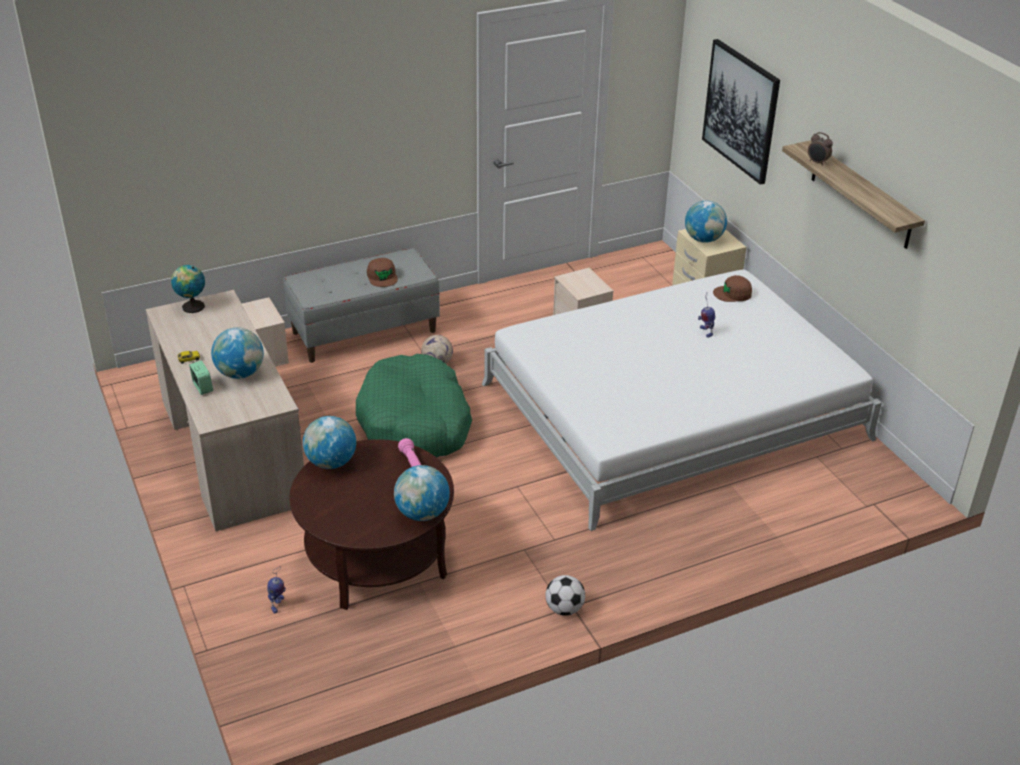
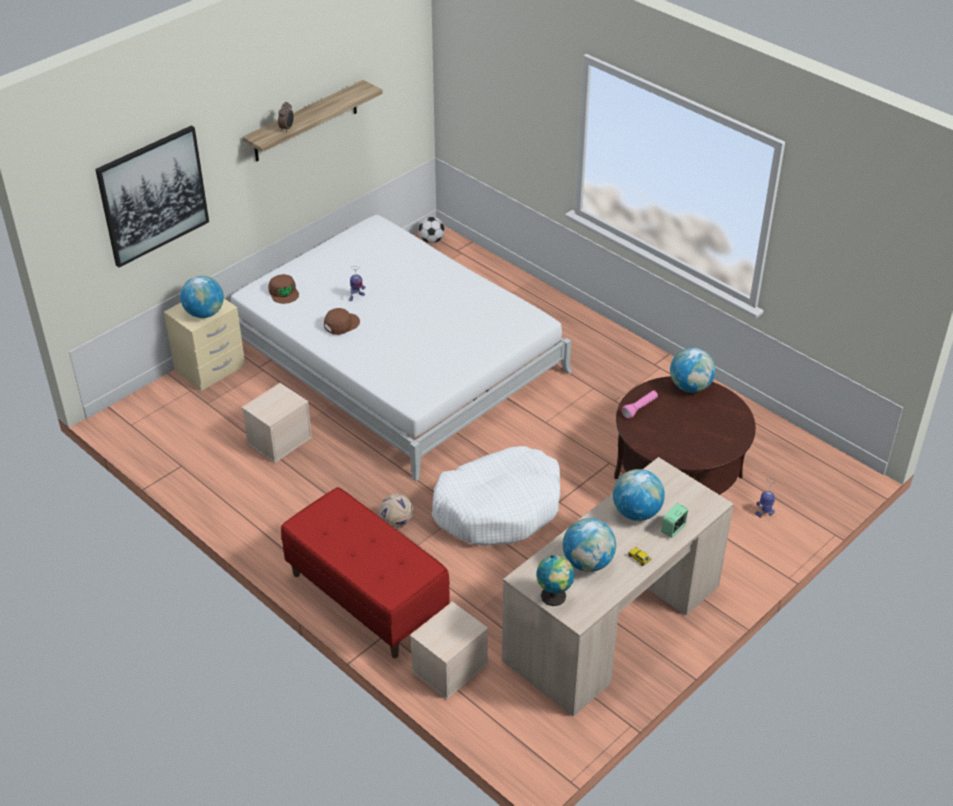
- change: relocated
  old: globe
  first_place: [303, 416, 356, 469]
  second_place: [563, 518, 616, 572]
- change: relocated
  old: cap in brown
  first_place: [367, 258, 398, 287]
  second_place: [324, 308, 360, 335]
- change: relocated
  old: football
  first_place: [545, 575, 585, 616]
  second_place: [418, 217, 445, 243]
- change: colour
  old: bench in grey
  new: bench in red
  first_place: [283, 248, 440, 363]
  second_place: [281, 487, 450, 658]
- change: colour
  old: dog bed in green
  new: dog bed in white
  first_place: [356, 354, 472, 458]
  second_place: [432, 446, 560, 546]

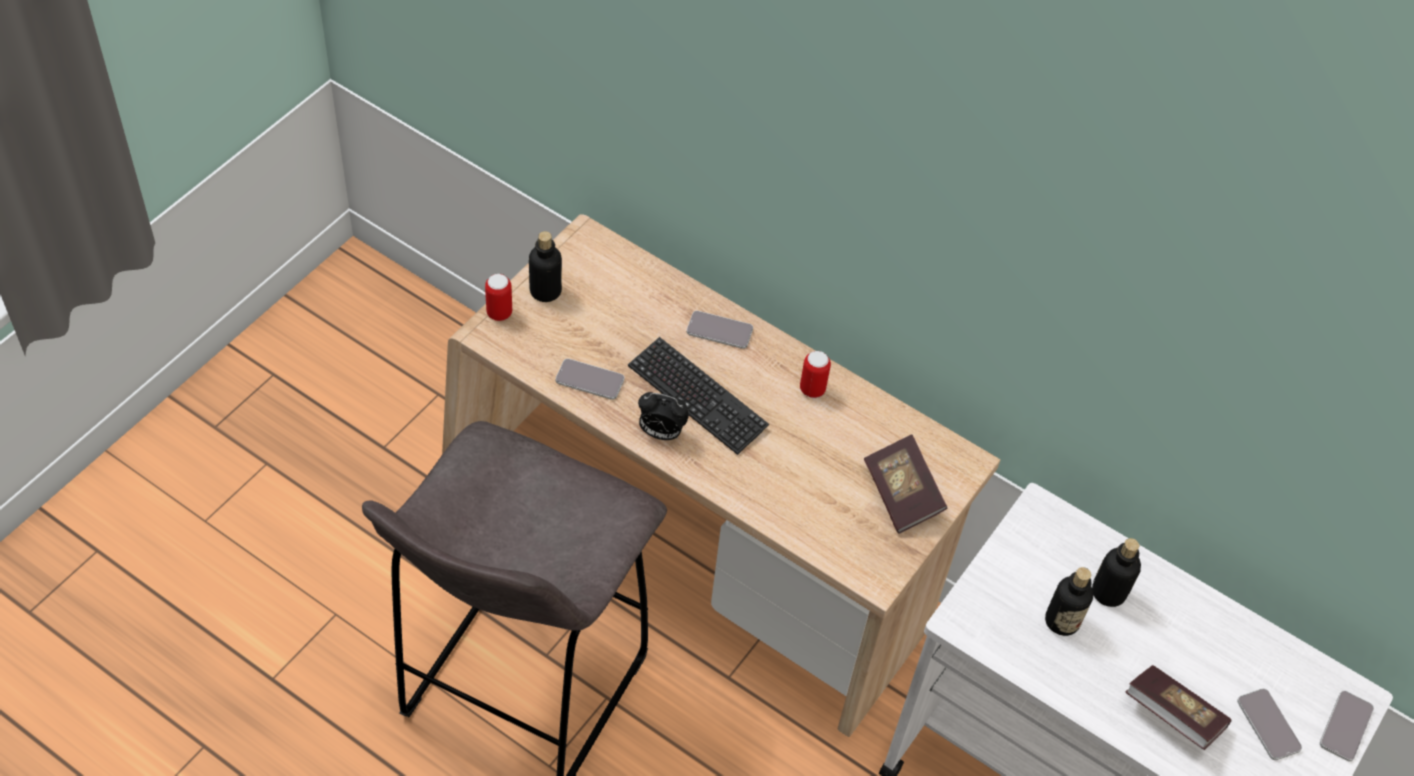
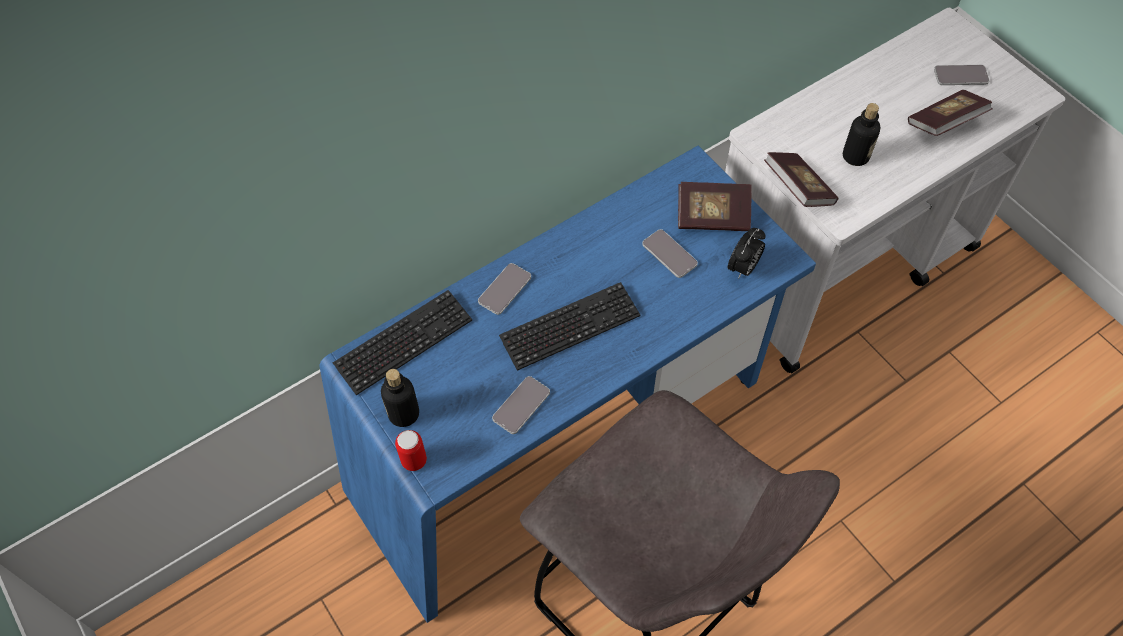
- change: missing
  old: can
  first_place: [800, 351, 831, 398]
- change: missing
  old: bottle
  first_place: [1092, 538, 1141, 607]
- change: appeared
  new: keyboard
  second_place: [333, 290, 472, 395]
- change: appeared
  new: book
  second_place: [764, 152, 838, 207]
- change: relocated
  old: alarm clock
  first_place: [638, 392, 689, 440]
  second_place: [727, 228, 765, 279]
- change: relocated
  old: phone
  first_place: [1320, 691, 1374, 761]
  second_place: [642, 229, 698, 278]
- change: colour
  old: desk in beige
  new: desk in blue
  first_place: [442, 214, 1000, 737]
  second_place: [320, 146, 816, 623]

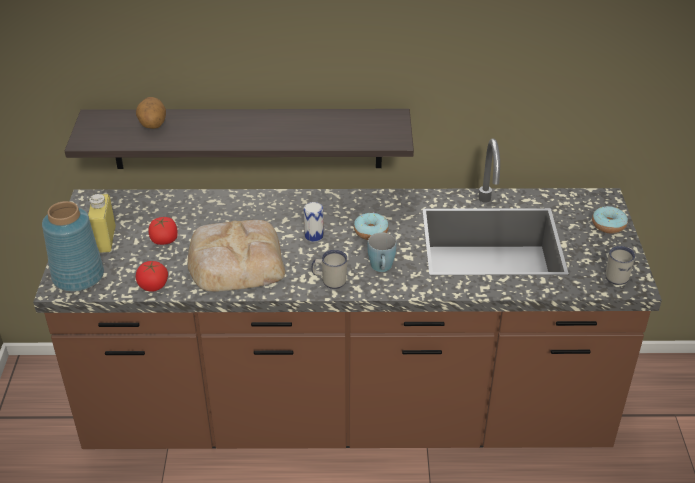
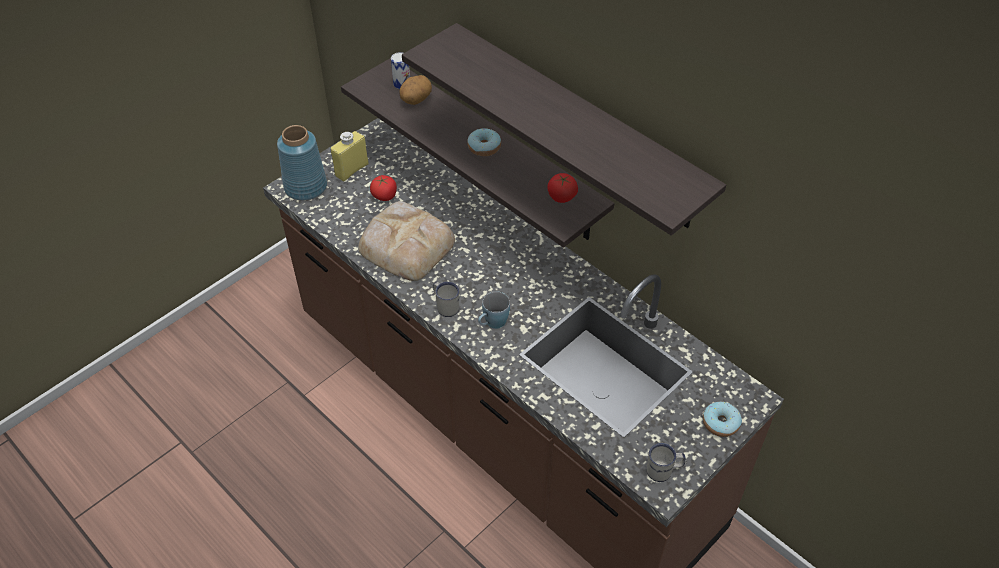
- change: appeared
  new: shelf
  second_place: [402, 23, 726, 236]
- change: relocated
  old: tomato
  first_place: [136, 261, 168, 292]
  second_place: [547, 173, 578, 203]
- change: relocated
  old: can
  first_place: [304, 202, 324, 242]
  second_place: [391, 52, 410, 89]
- change: relocated
  old: donut
  first_place: [354, 213, 389, 240]
  second_place: [467, 128, 501, 156]

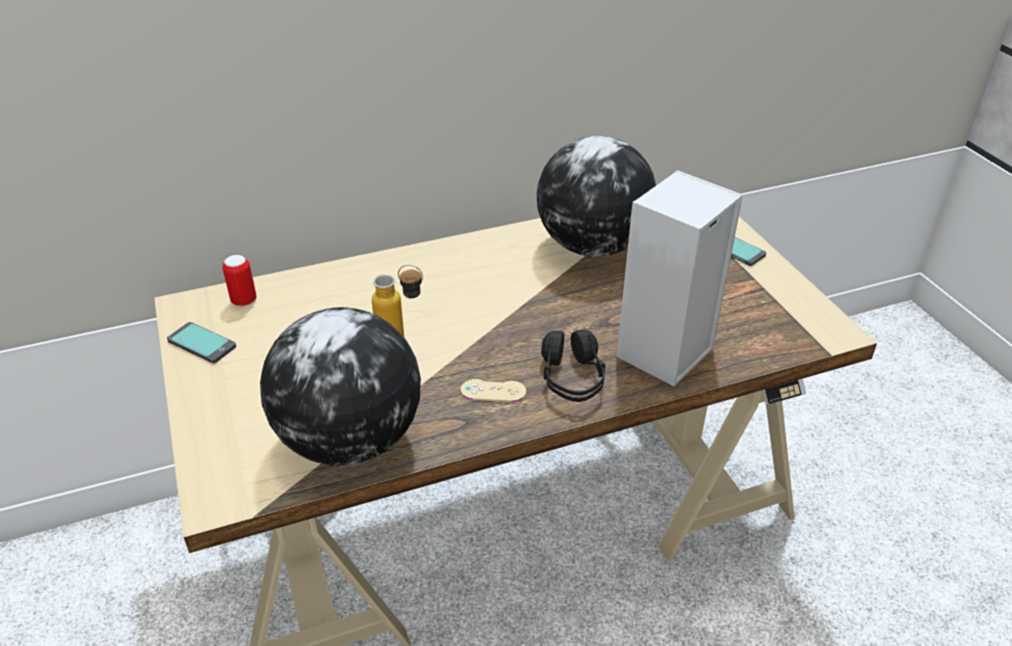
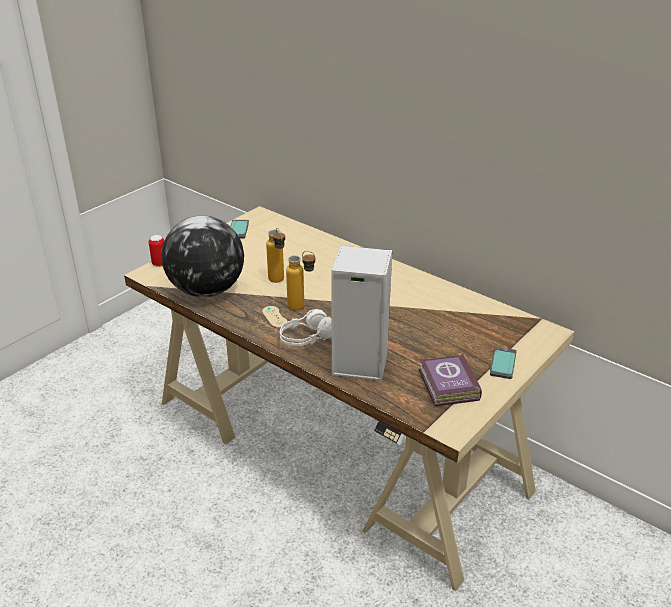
- change: missing
  old: globe
  first_place: [537, 136, 656, 257]
- change: appeared
  new: bottle
  second_place: [286, 251, 316, 311]
- change: appeared
  new: book
  second_place: [419, 354, 482, 406]
- change: relocated
  old: can
  first_place: [223, 255, 257, 306]
  second_place: [149, 235, 164, 267]
- change: colour
  old: headphones in black
  new: headphones in white
  first_place: [541, 329, 605, 402]
  second_place: [280, 309, 332, 346]

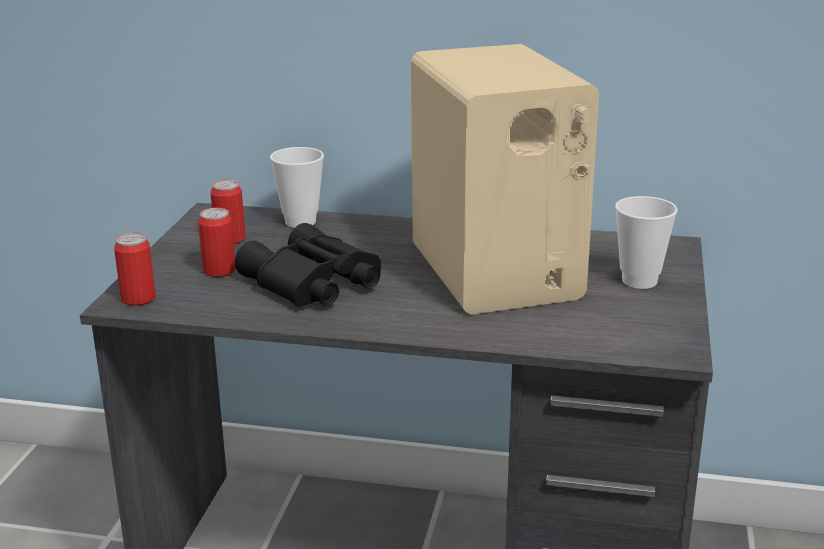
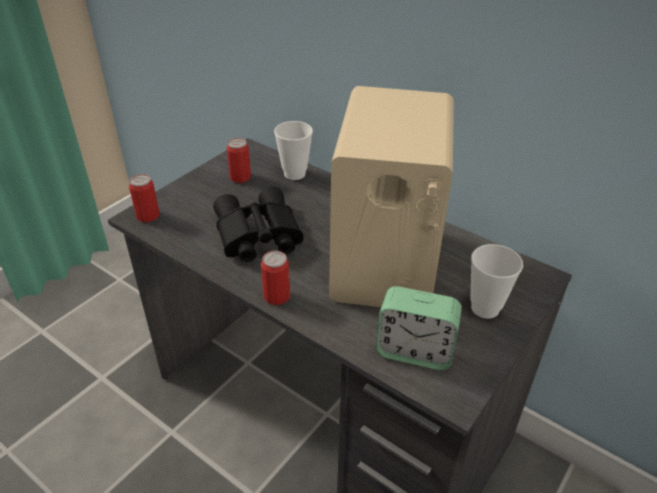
- change: appeared
  new: alarm clock
  second_place: [376, 286, 462, 370]
- change: relocated
  old: can
  first_place: [198, 208, 236, 277]
  second_place: [261, 251, 290, 305]

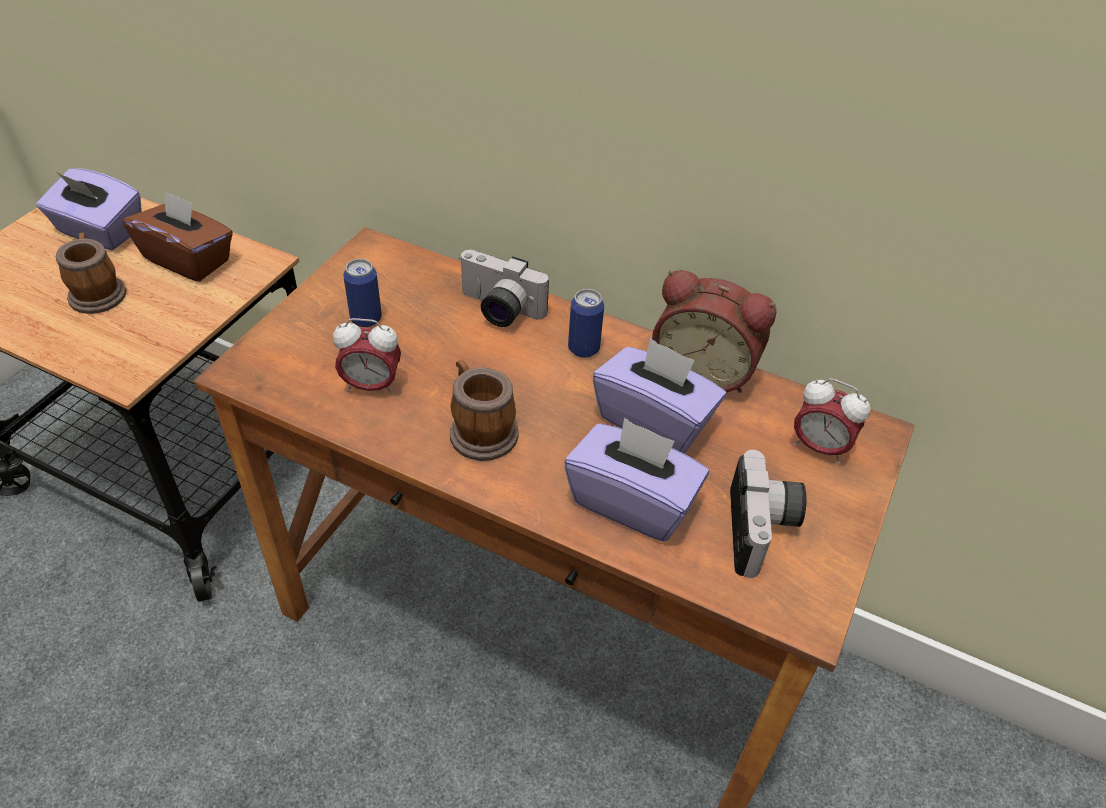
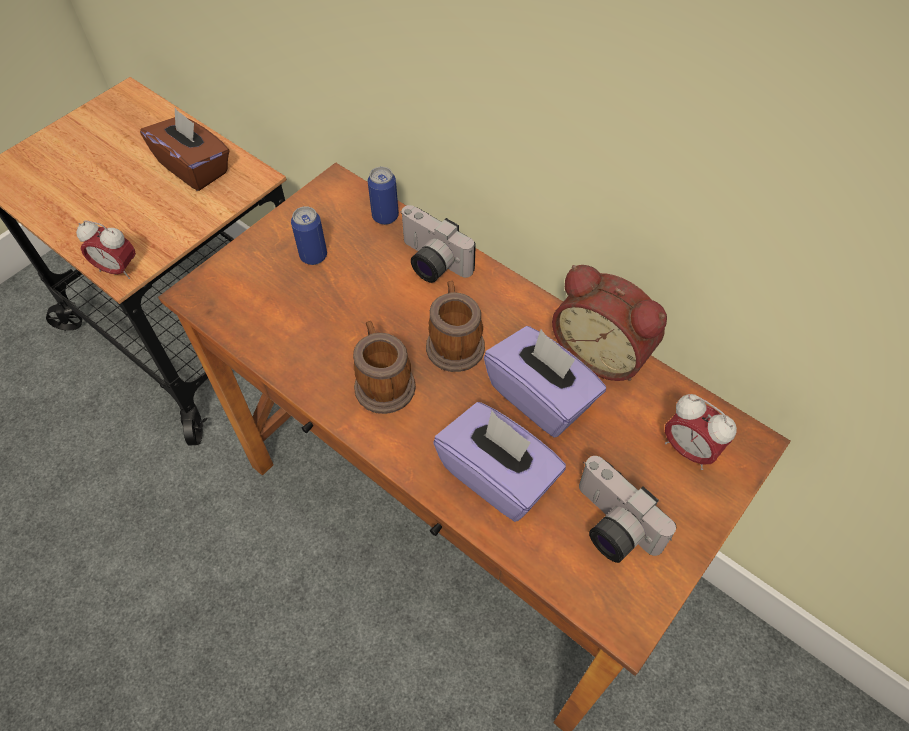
- change: missing
  old: tissue box in purple
  first_place: [37, 168, 142, 250]
- change: relocated
  old: mug
  first_place: [56, 233, 126, 314]
  second_place: [426, 281, 485, 372]
- change: relocated
  old: alarm clock
  first_place: [333, 318, 401, 395]
  second_place: [76, 220, 136, 279]
- change: relocated
  old: can
  first_place: [568, 289, 604, 358]
  second_place: [368, 167, 399, 225]
- change: spun
  old: photo camera
  first_place: [730, 450, 807, 578]
  second_place: [579, 456, 676, 563]
  degrees: 120

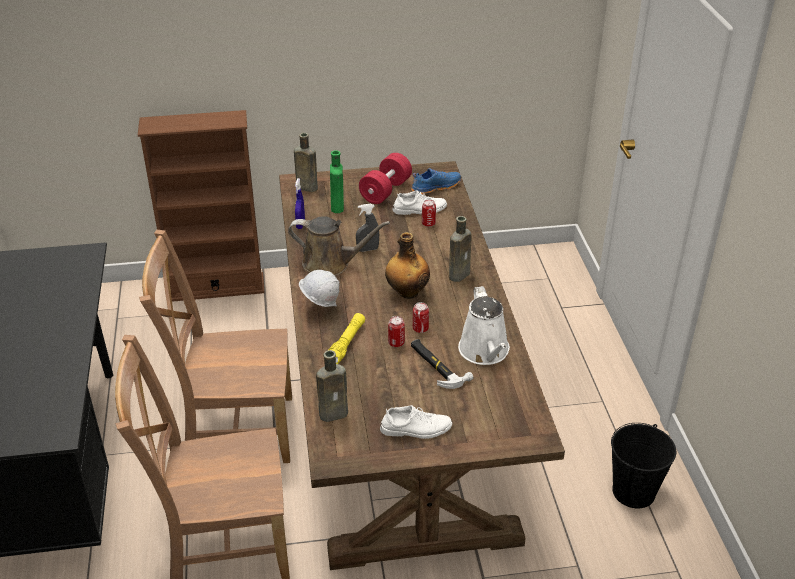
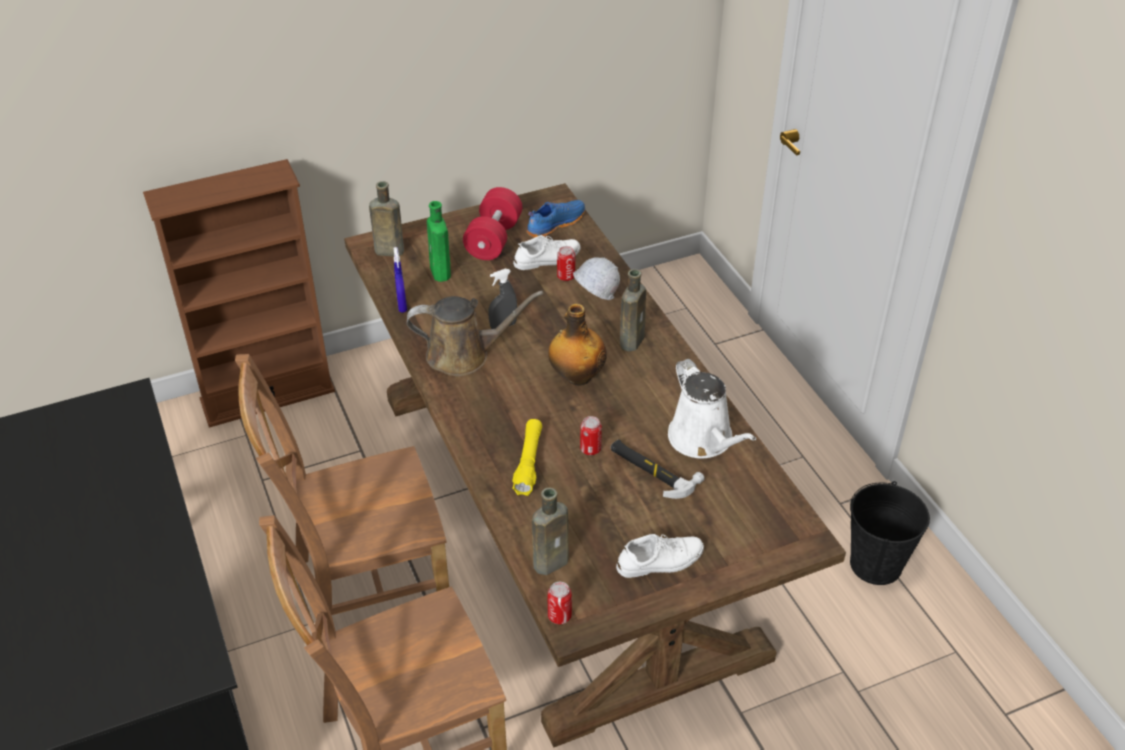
- change: relocated
  old: hard hat in white
  first_place: [299, 270, 340, 307]
  second_place: [573, 257, 620, 300]
- change: relocated
  old: can
  first_place: [413, 302, 429, 333]
  second_place: [548, 582, 572, 624]

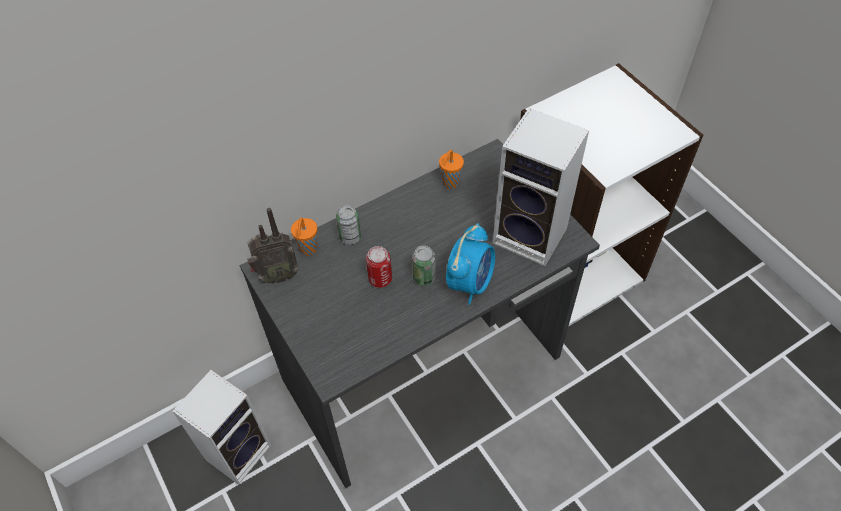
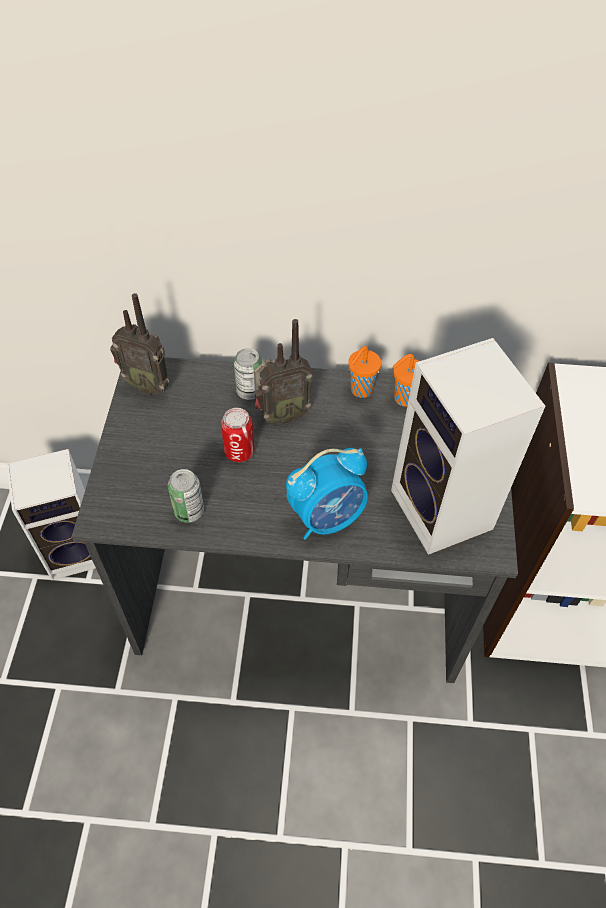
- change: appeared
  new: radio
  second_place: [254, 319, 312, 425]
- change: relocated
  old: cup in orange
  first_place: [291, 217, 317, 256]
  second_place: [348, 346, 381, 398]
- change: relocated
  old: can
  first_place: [412, 246, 436, 286]
  second_place: [168, 469, 204, 523]

